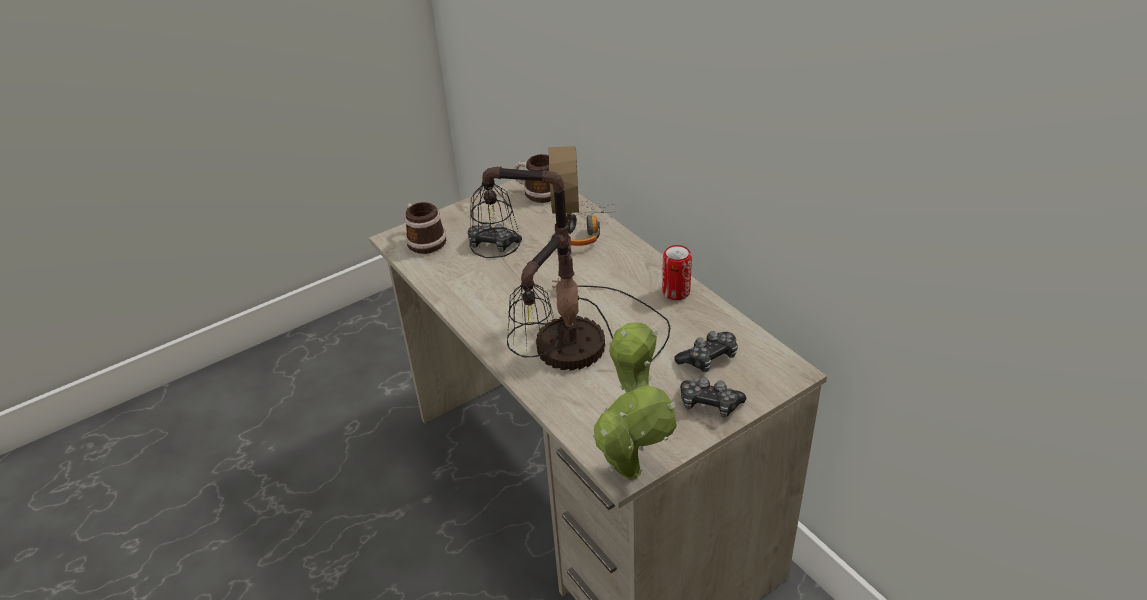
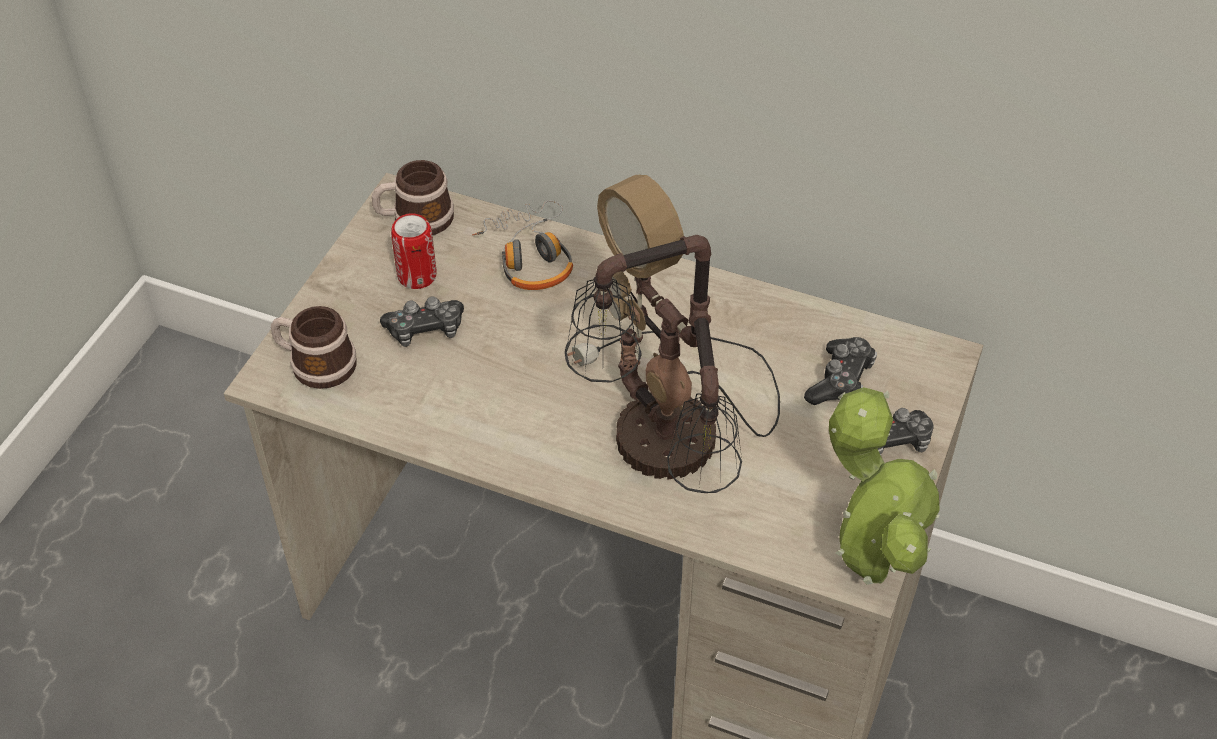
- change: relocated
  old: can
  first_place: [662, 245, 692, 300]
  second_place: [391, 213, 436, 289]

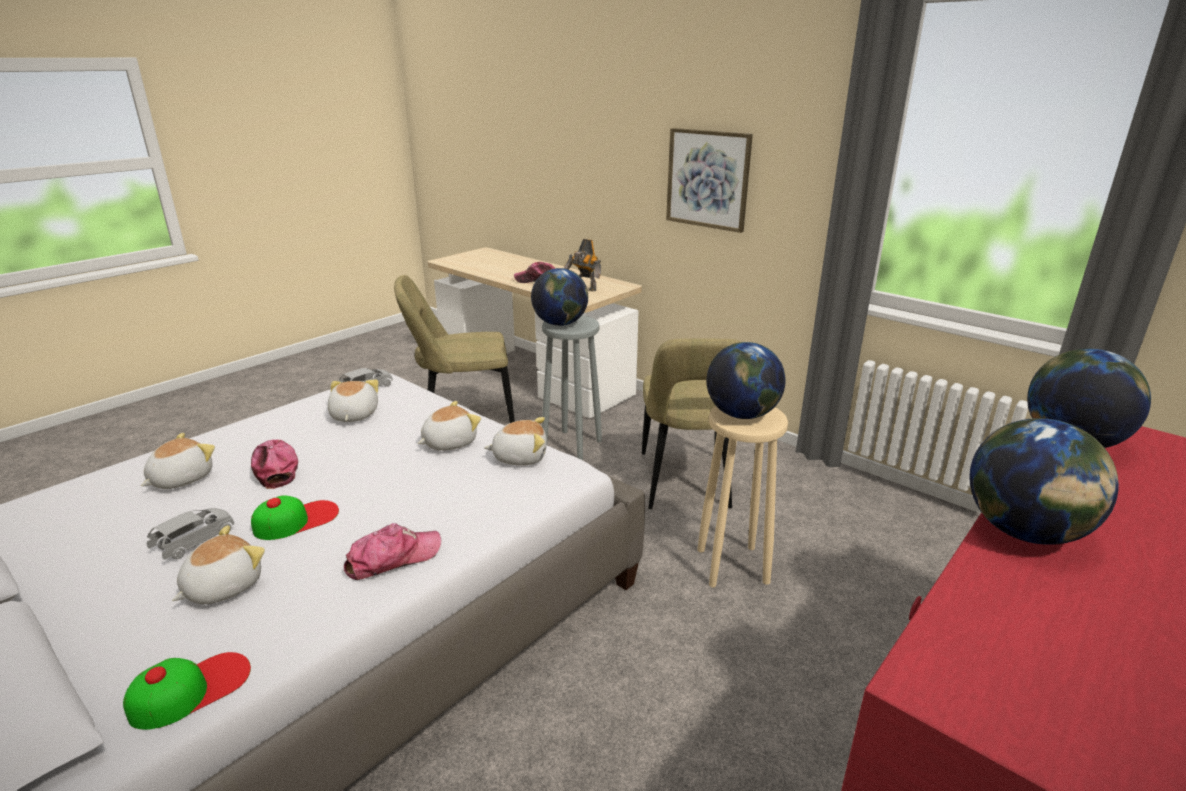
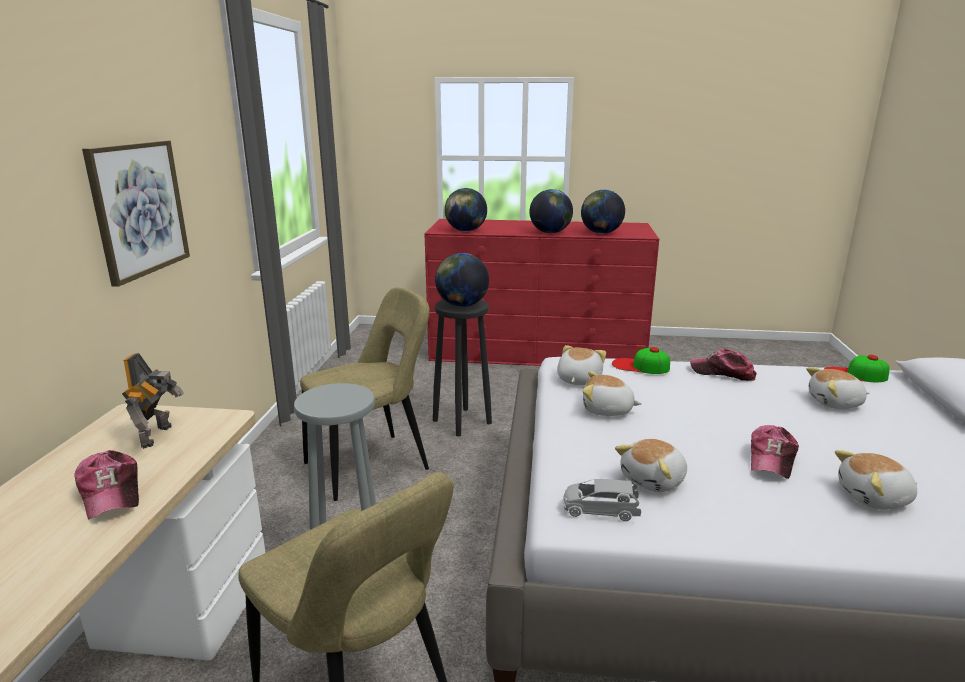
- change: missing
  old: toy car in grey
  first_place: [147, 508, 234, 560]
- change: relocated
  old: cap
  first_place: [251, 495, 339, 540]
  second_place: [612, 347, 670, 374]
- change: relocated
  old: globe
  first_place: [531, 268, 588, 326]
  second_place: [581, 190, 625, 234]
- change: colour
  old: stool in beige
  new: stool in black
  first_place: [697, 406, 788, 588]
  second_place: [433, 300, 492, 436]
- change: spun
  old: plush toy
  first_place: [484, 417, 547, 465]
  second_place: [557, 345, 606, 385]
  degrees: 60

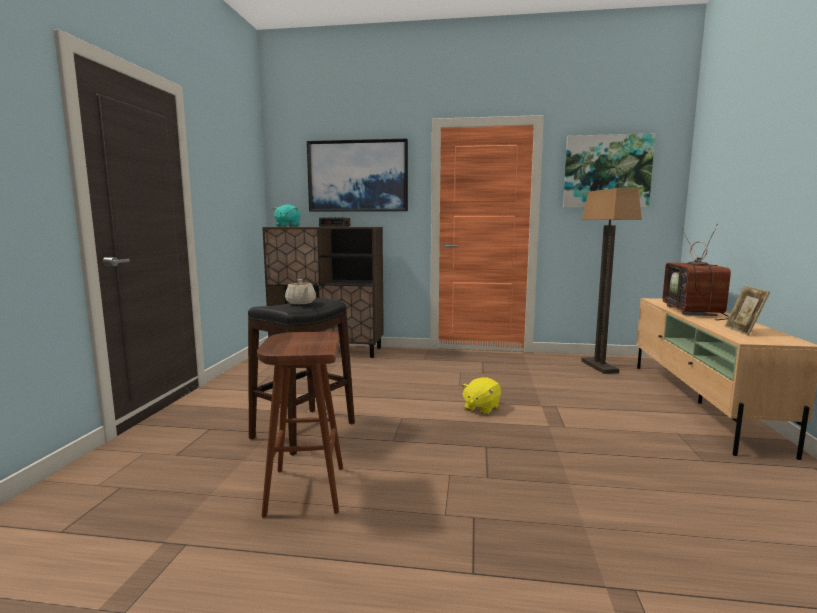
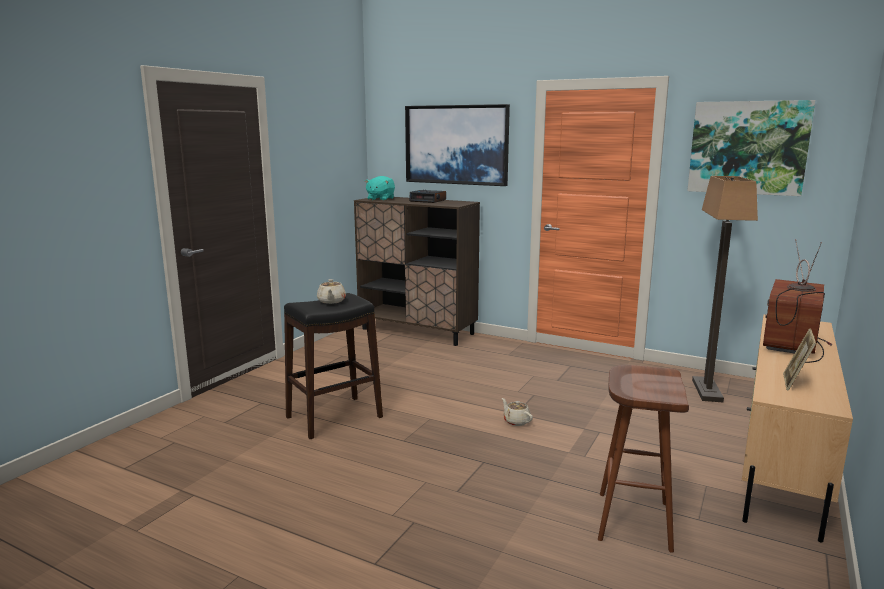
- change: relocated
  old: stool in brown
  first_place: [257, 332, 343, 517]
  second_place: [598, 365, 689, 553]
- change: exchanged
  old: plush toy in yellow
  new: teapot in beige
  first_place: [462, 377, 501, 415]
  second_place: [502, 398, 533, 426]

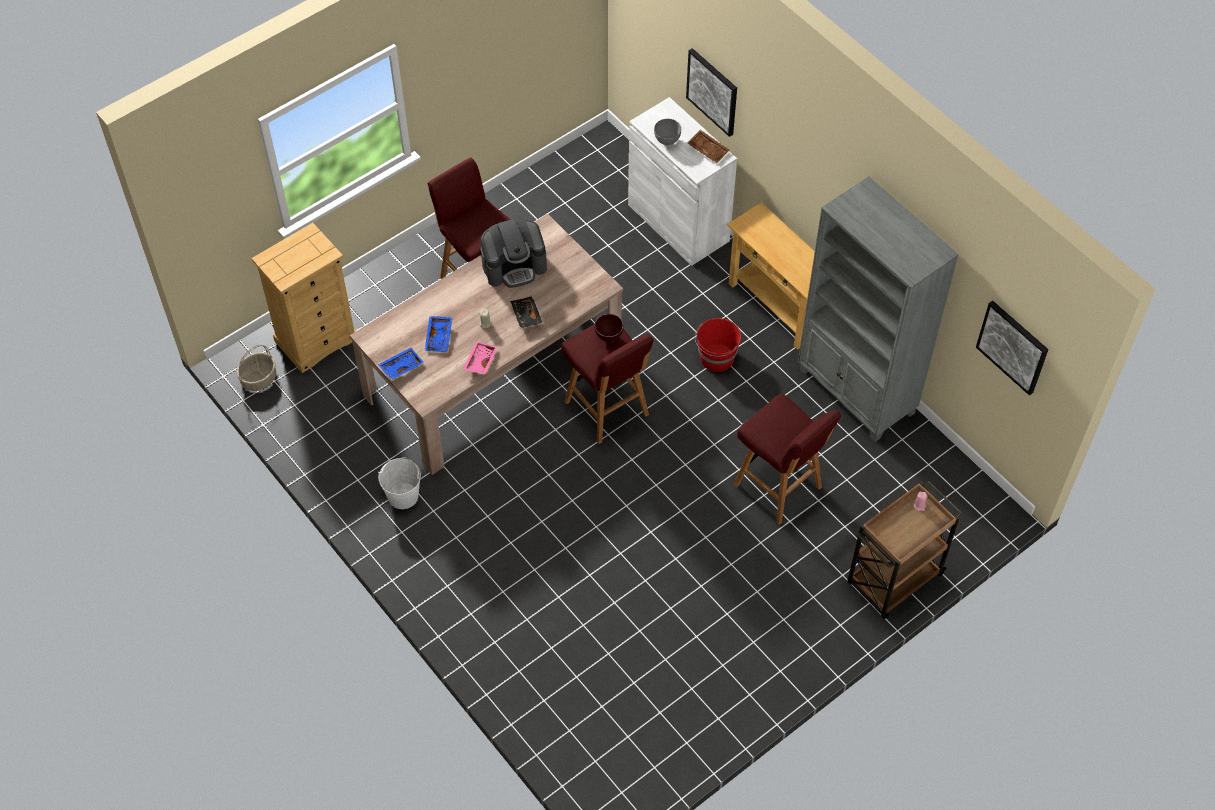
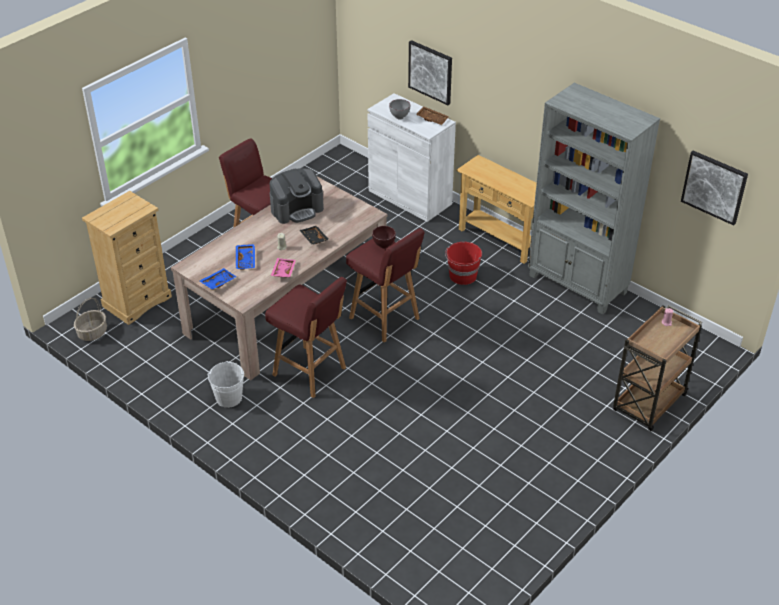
- change: relocated
  old: stool in red
  first_place: [734, 393, 841, 525]
  second_place: [265, 277, 347, 398]

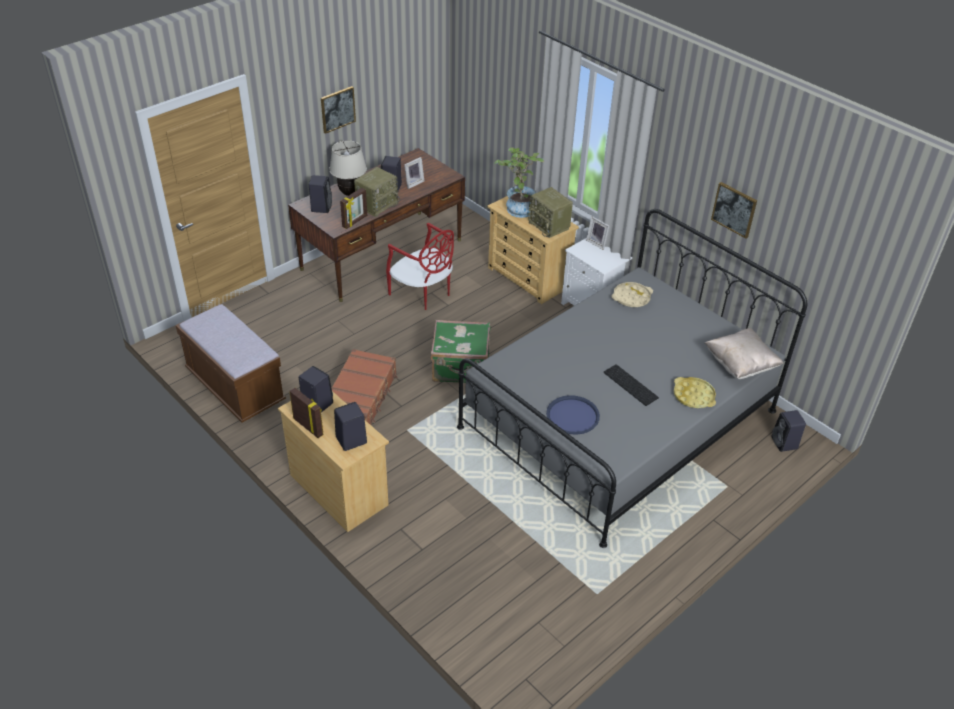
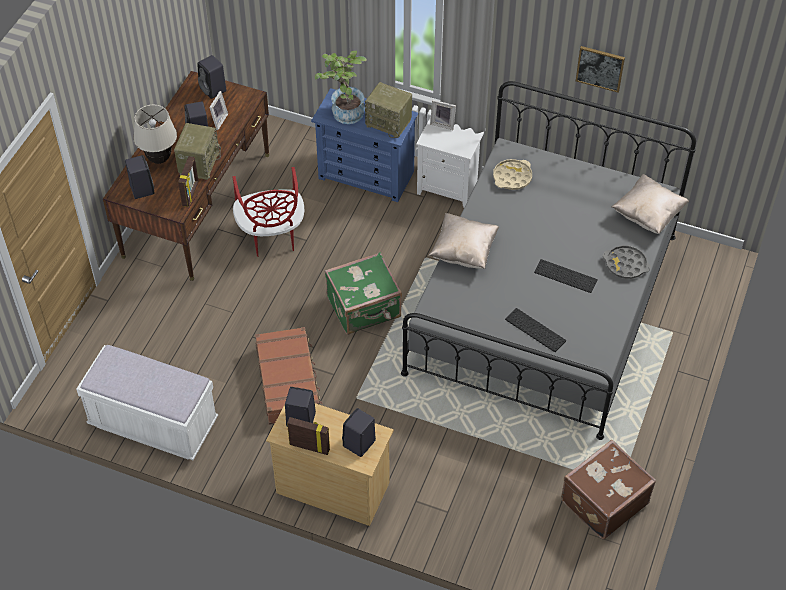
- change: missing
  old: picture
  first_place: [321, 86, 356, 134]
- change: appeared
  new: pillow in beige
  second_place: [428, 213, 499, 269]
- change: appeared
  new: suitcase in brown
  second_place: [561, 440, 656, 540]
- change: relocated
  old: speaker in black
  first_place: [771, 410, 806, 452]
  second_place: [197, 55, 227, 99]
- change: exchanged
  old: tray in blue
  new: keyboard
  first_place: [546, 395, 600, 435]
  second_place: [505, 308, 566, 352]
- change: colour
  old: bench in brown
  new: bench in white
  first_place: [176, 304, 286, 423]
  second_place: [76, 345, 218, 460]
- change: colour
  old: dresser in beige
  new: dresser in blue
  first_place: [487, 196, 579, 304]
  second_place: [311, 88, 418, 202]
- change: colour
  old: tray in yellow
  new: tray in grey
  first_place: [673, 377, 716, 408]
  second_place: [603, 245, 651, 279]
- change: spun
  old: chair in red
  first_place: [386, 222, 454, 310]
  second_place: [232, 167, 304, 257]
  degrees: 60

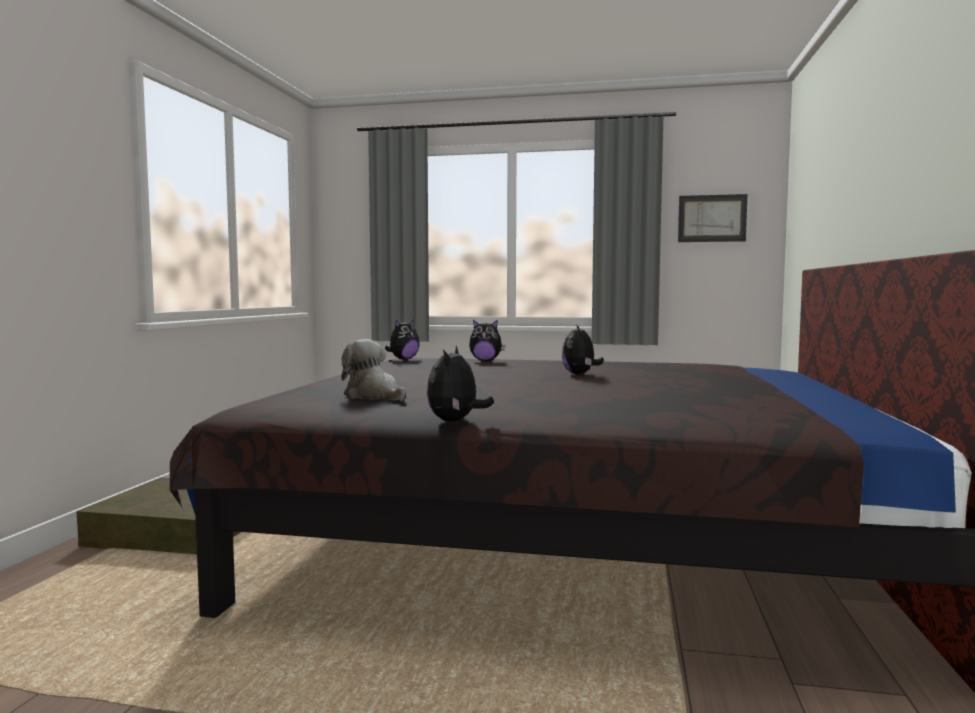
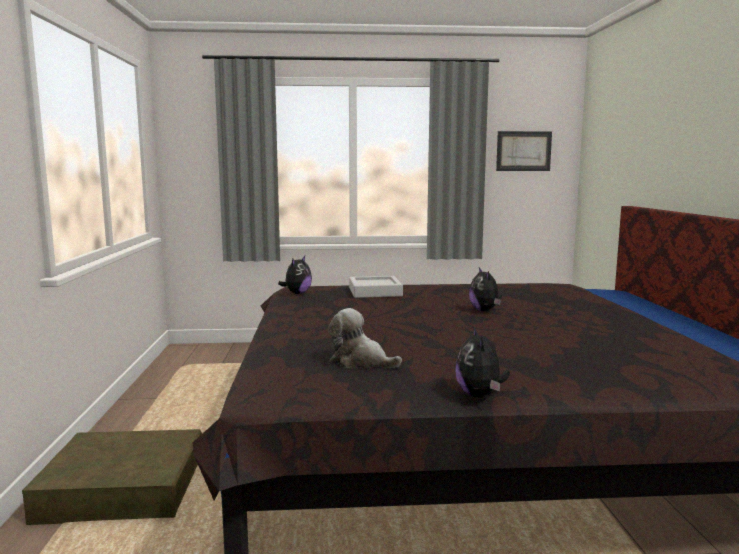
- change: exchanged
  old: plush toy
  new: tray in grey
  first_place: [469, 320, 505, 361]
  second_place: [349, 276, 403, 298]

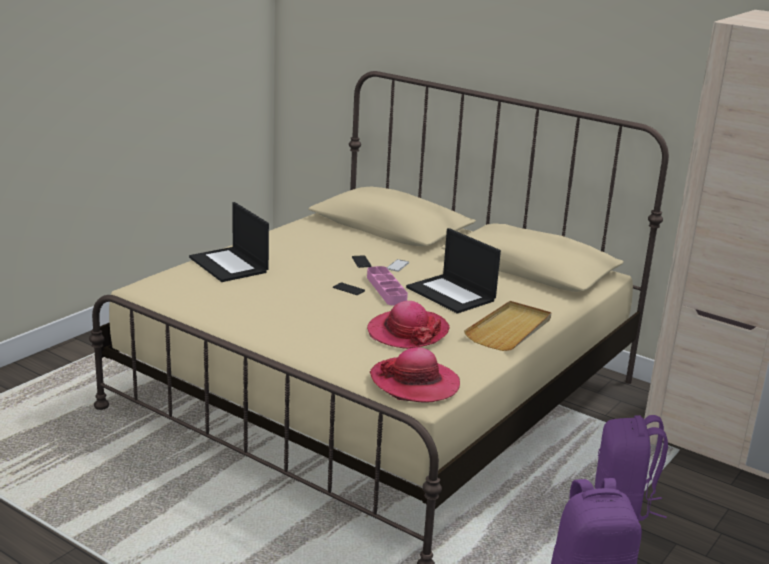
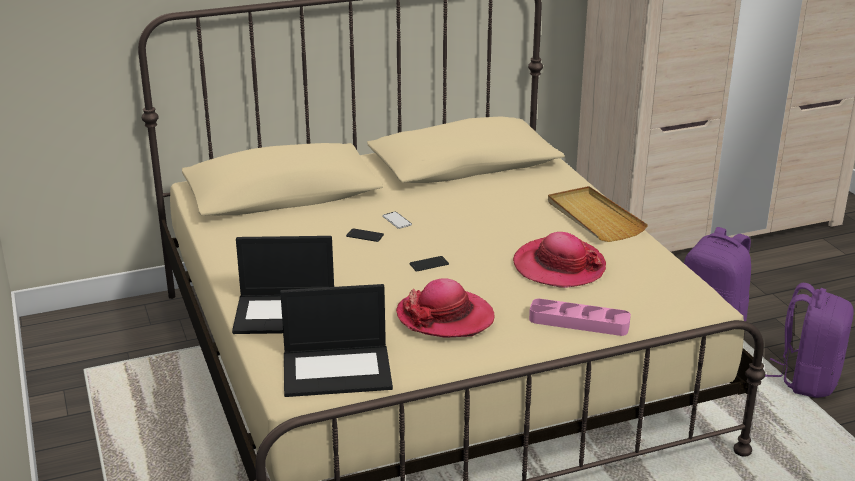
- change: relocated
  old: tray in pink
  first_place: [367, 266, 408, 305]
  second_place: [529, 298, 631, 336]
- change: relocated
  old: hat
  first_place: [370, 347, 460, 403]
  second_place: [396, 278, 494, 338]
- change: relocated
  old: laptop
  first_place: [406, 228, 501, 314]
  second_place: [280, 284, 393, 397]

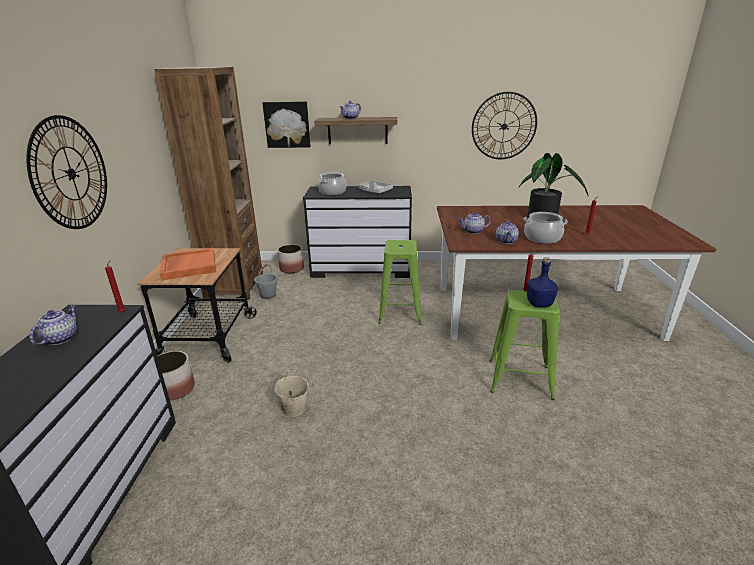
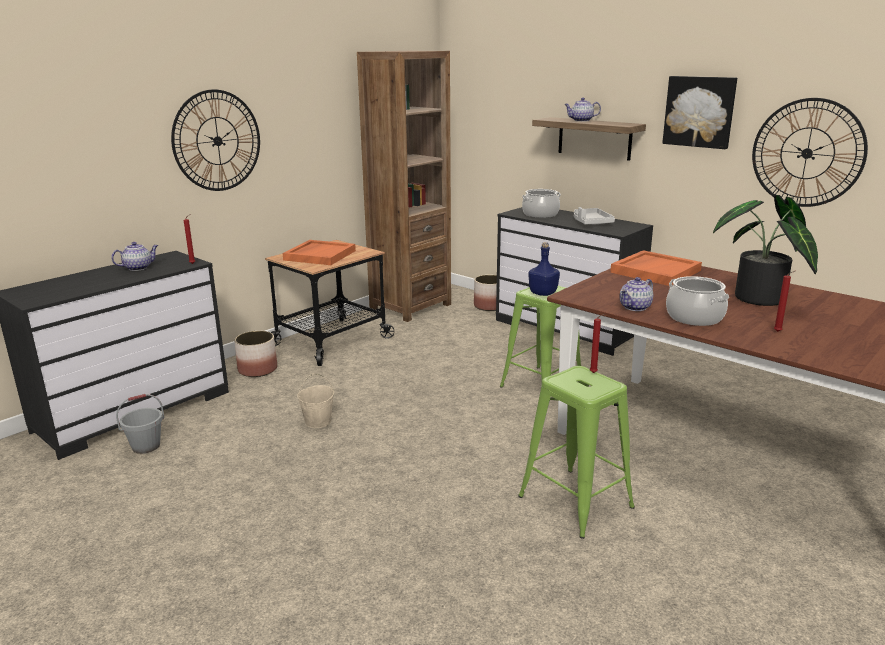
- change: missing
  old: teapot
  first_place: [458, 212, 491, 234]
- change: appeared
  new: tray in orange
  second_place: [610, 250, 702, 286]
- change: relocated
  old: bucket in grey
  first_place: [254, 264, 278, 299]
  second_place: [116, 394, 164, 454]
- change: relocated
  old: picture
  first_place: [262, 101, 311, 148]
  second_place: [662, 76, 737, 149]
- change: relocated
  old: bottle in blue
  first_place: [527, 257, 558, 307]
  second_place: [528, 242, 560, 296]

